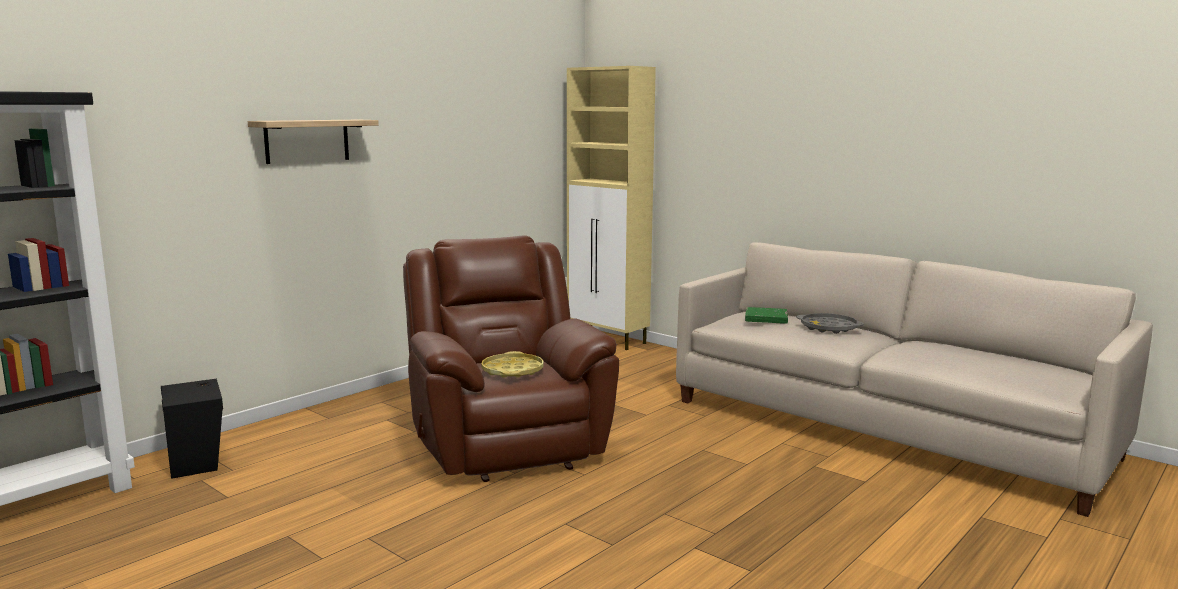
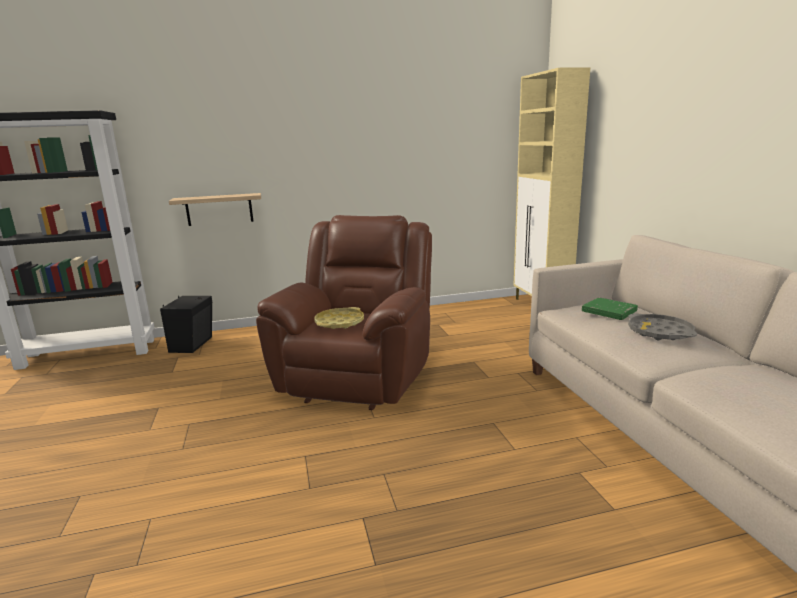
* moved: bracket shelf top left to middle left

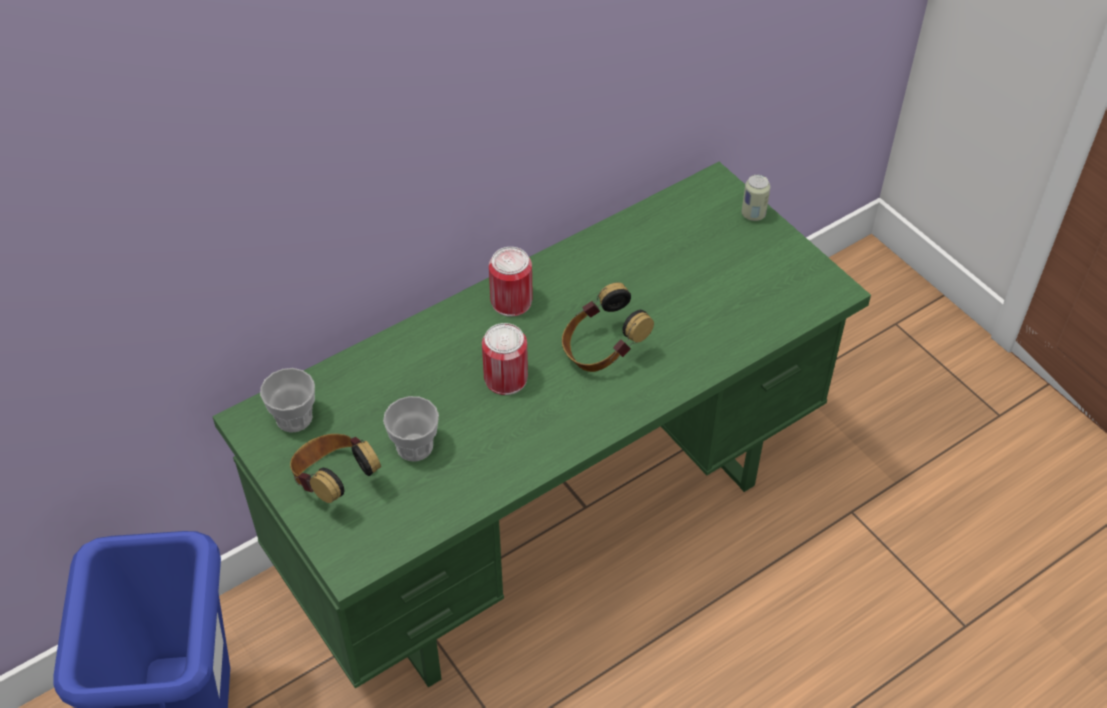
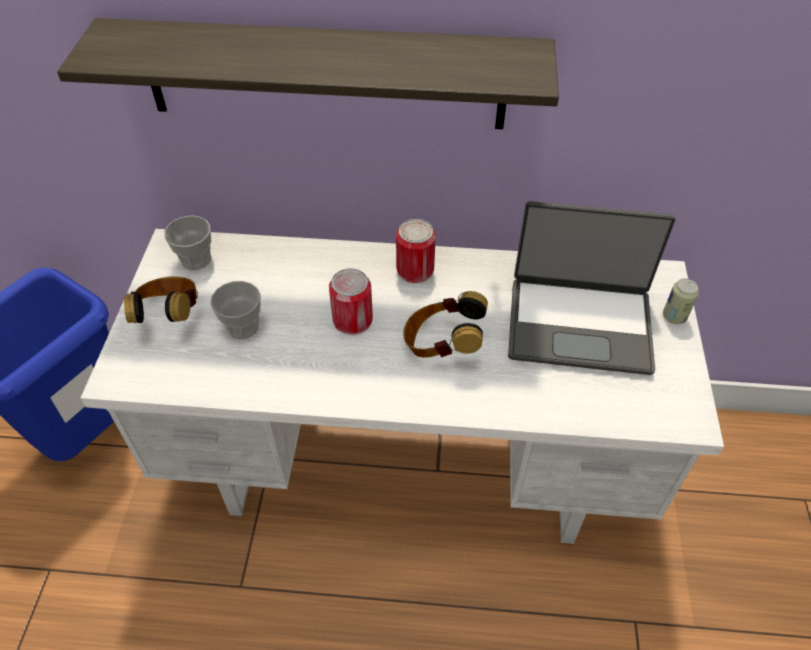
* recoloured: greenish desk table centre to white desk table centre
* added: bracket shelf top centre
* added: notebook computer middle right

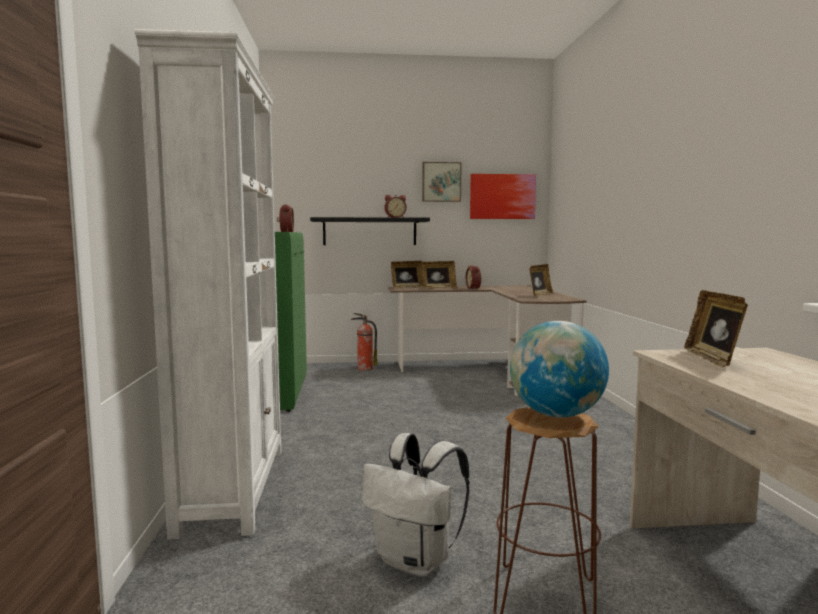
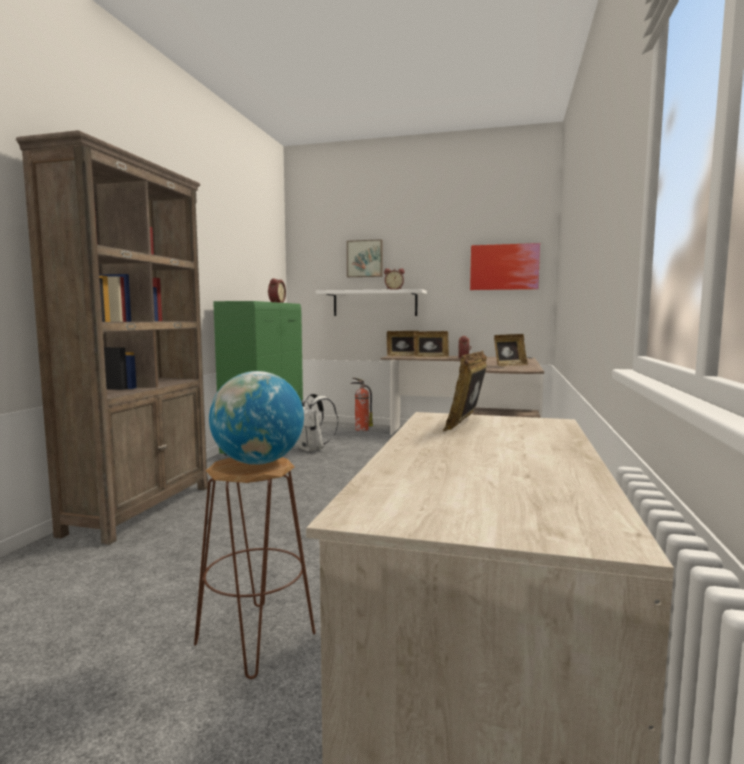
* recoloured: white bookcase middle left to brownish bookcase middle left
* moved: wall picture (1st from left) top centre to centre
* recoloured: black bracket shelf centre to white bracket shelf centre
* moved: white knapsack bottom centre to centre

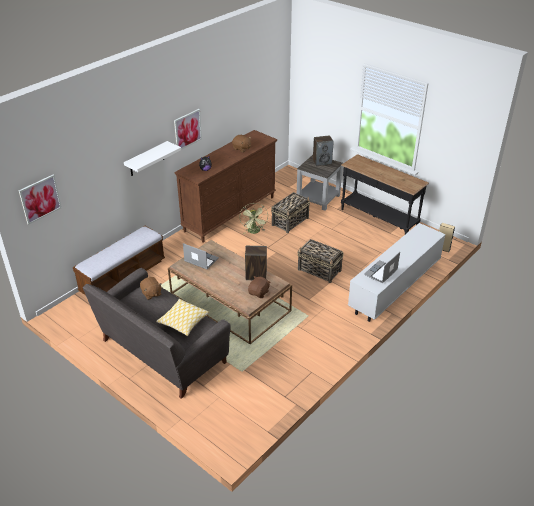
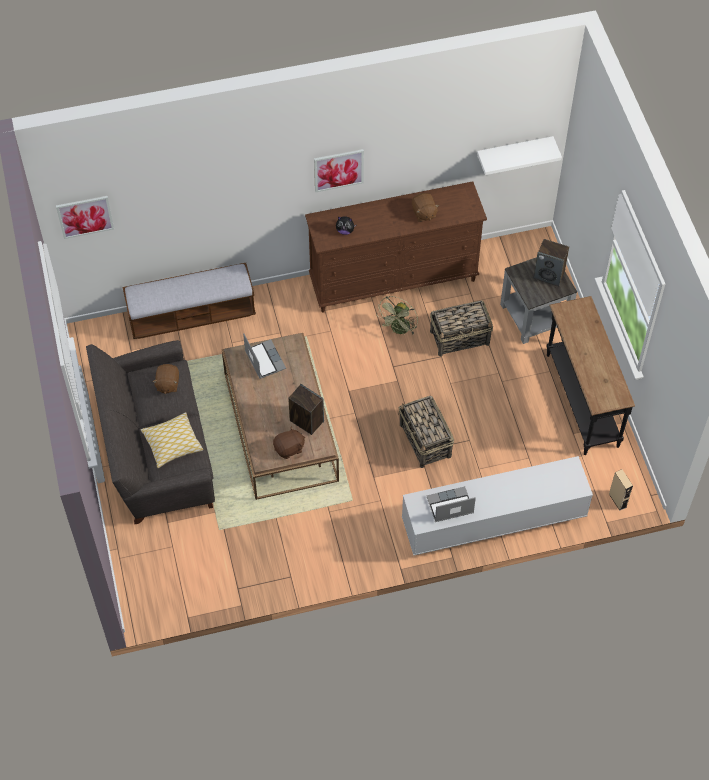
* moved: white bracket shelf top left to top right

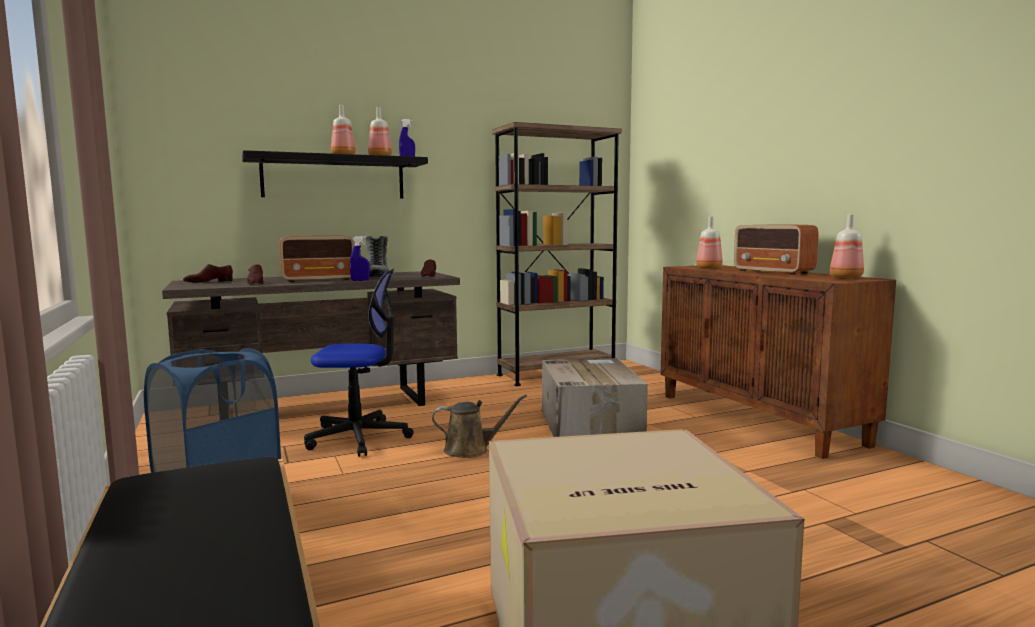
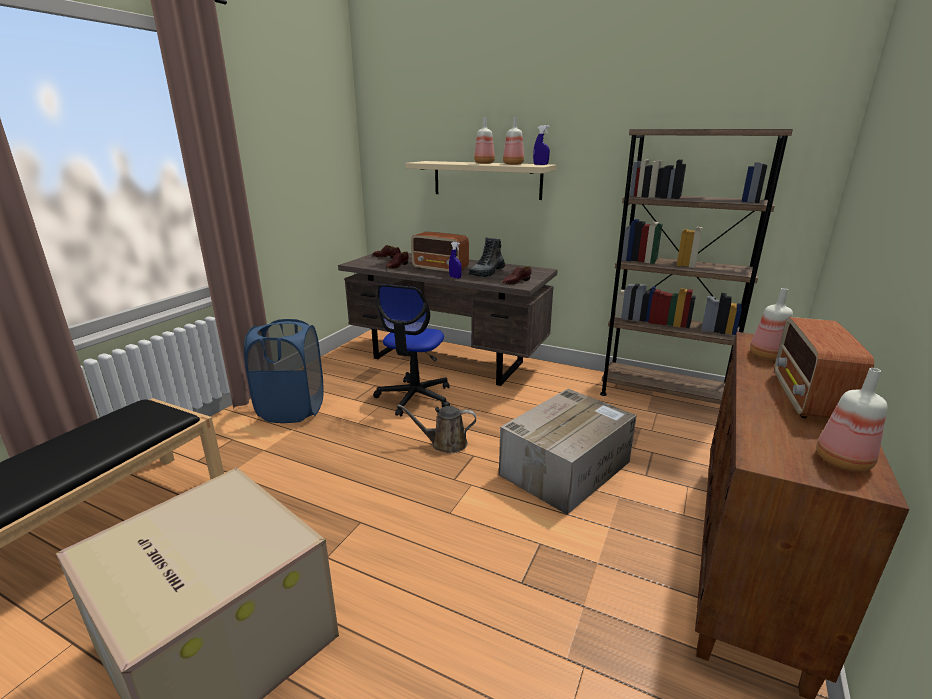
* recoloured: black bracket shelf top left to beige-coloured bracket shelf top centre
* turned: desk chair centre = centre 60 degrees clockwise
* turned: brownish watering pot bottom centre = centre 135 degrees clockwise

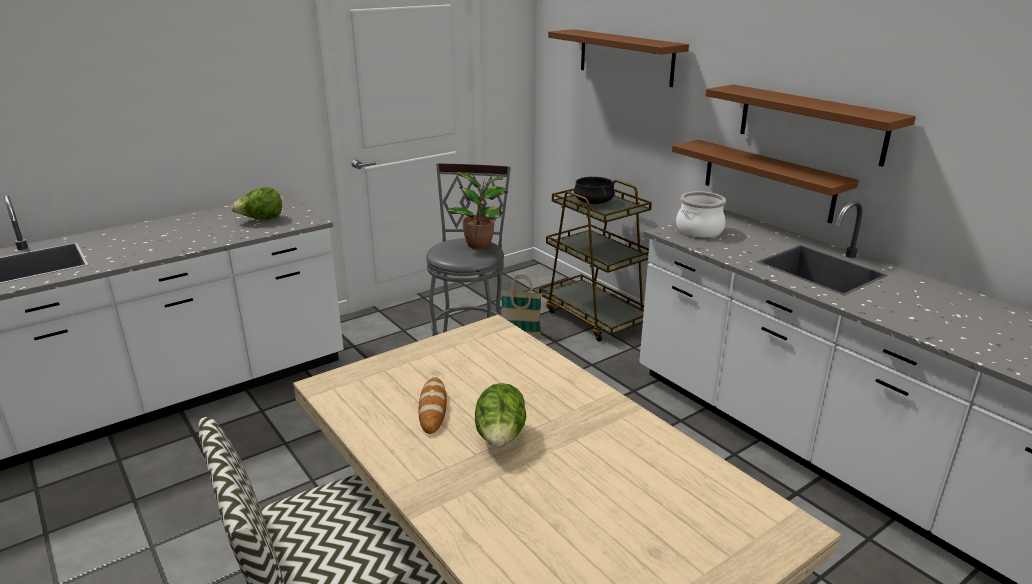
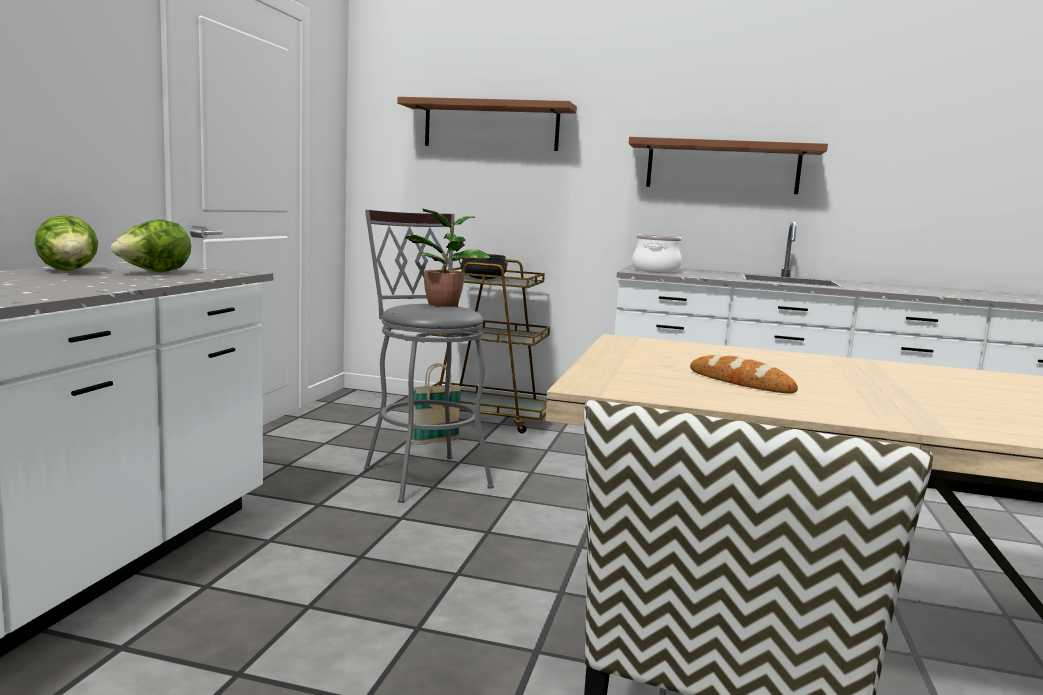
* removed: brownish bracket shelf (2nd from left) top right
* moved: lettuce (2nd from left in the first image) bottom centre to lettuce (1st from left) middle left

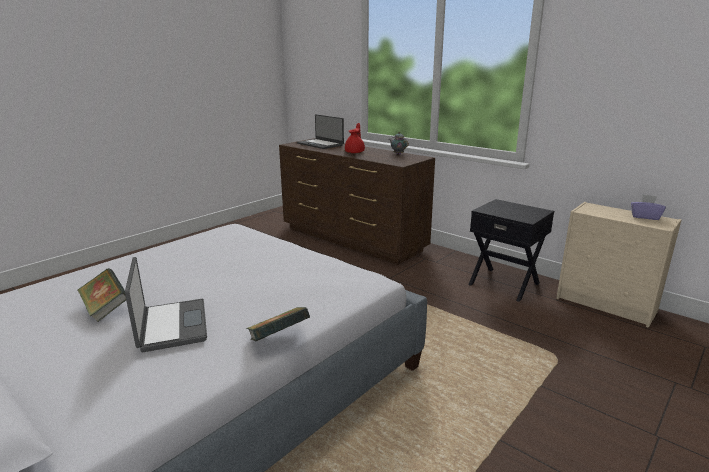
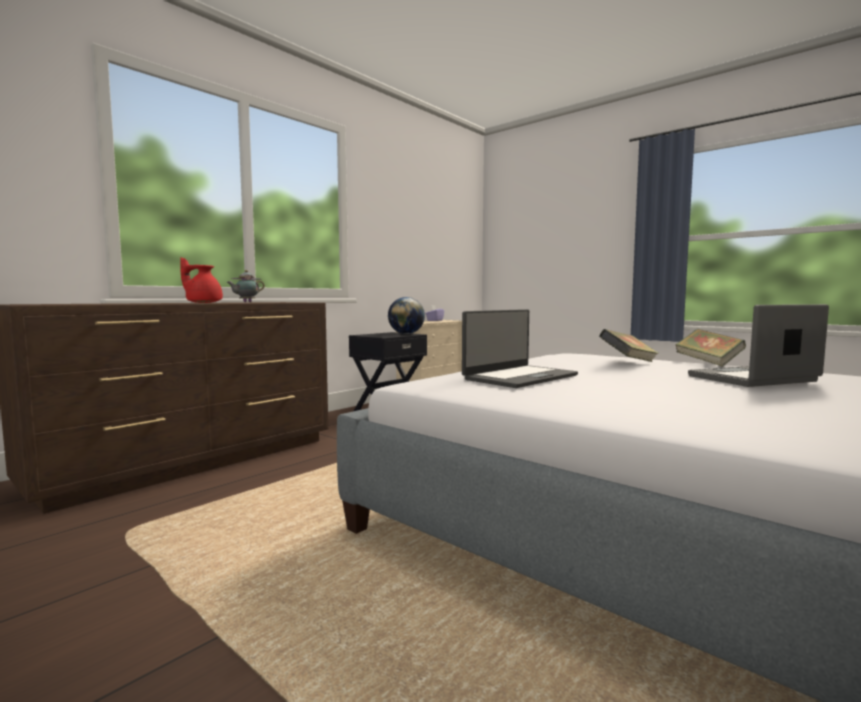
* moved: notebook computer (2nd from left in the first image) top centre to notebook computer (1st from left) centre
* moved: volume (1st from left) middle left to middle right
* added: desk globe centre

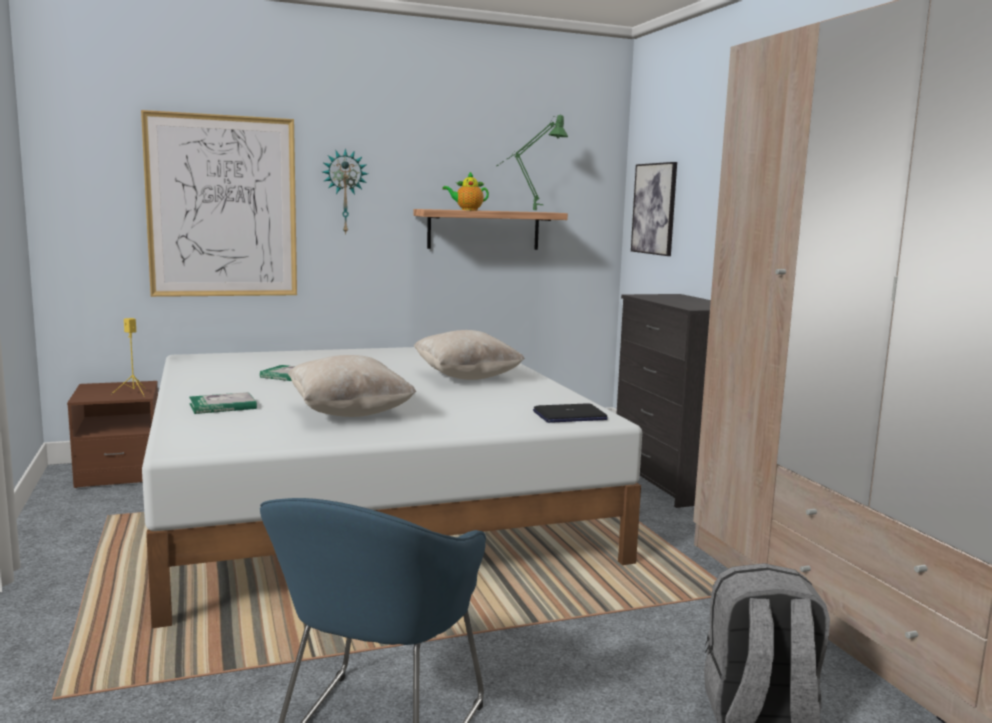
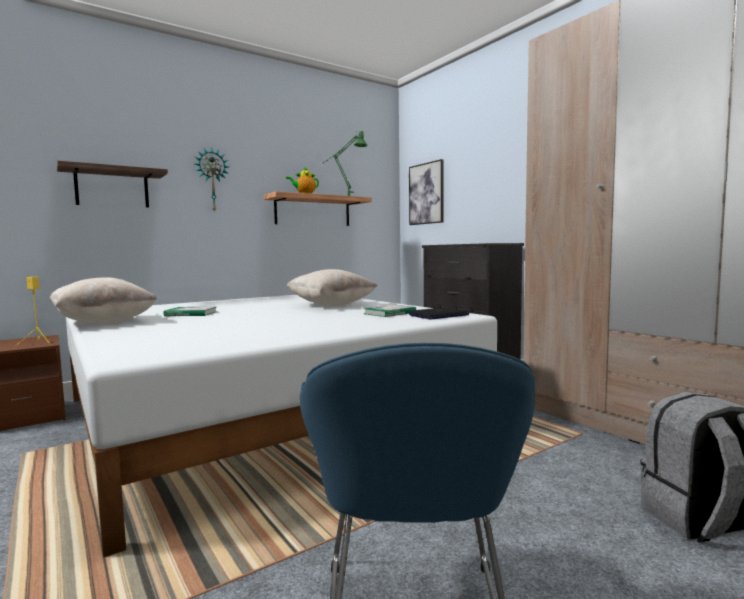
* replaced: wall picture (1st from left) top left to bracket shelf (1st from left) top left
* moved: beige-coloured cushion (1st from left) centre to middle left
* moved: volume (1st from left in the first image) middle left to volume (2nd from left) centre

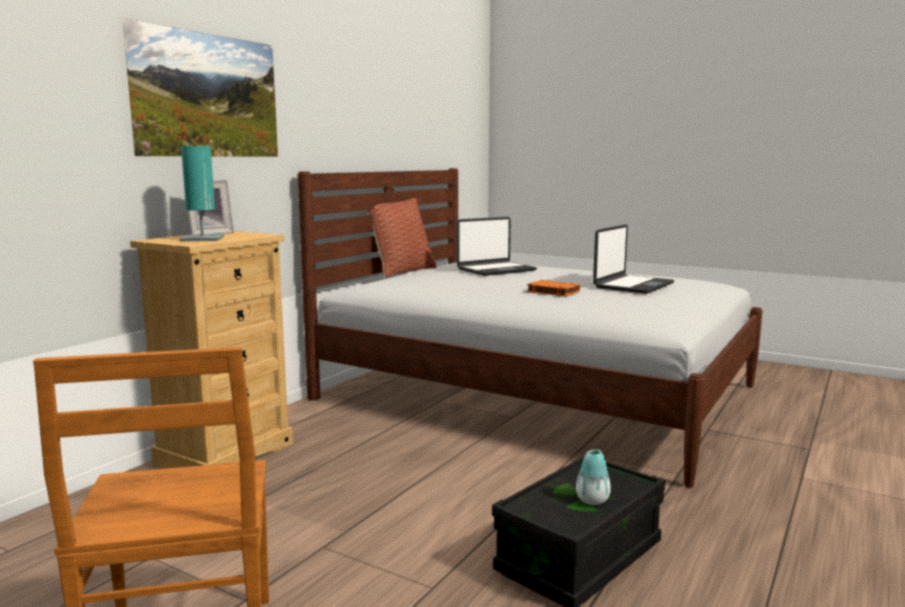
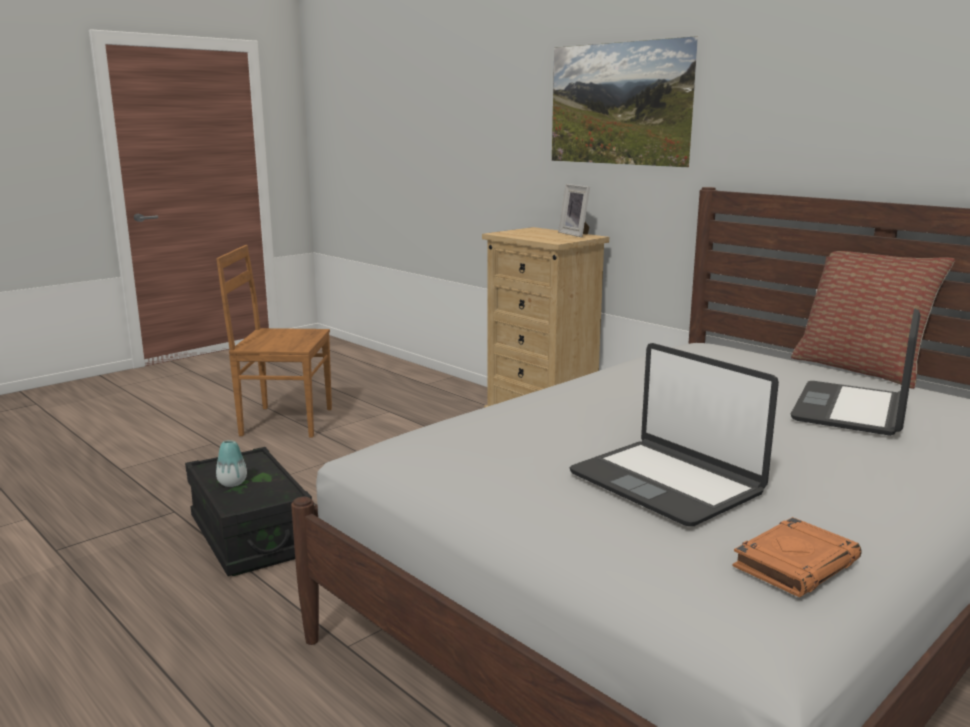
* removed: blue-green table lamp top left
* turned: notebook computer (1st from left in the first image) centre = middle right 45 degrees clockwise
* moved: orangey volume centre to bottom right

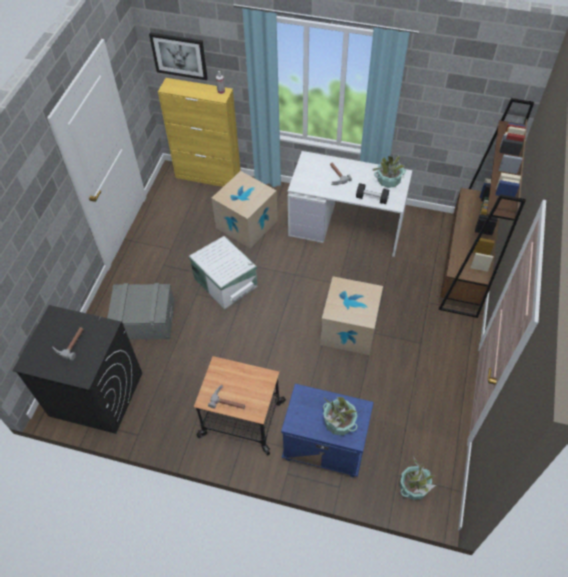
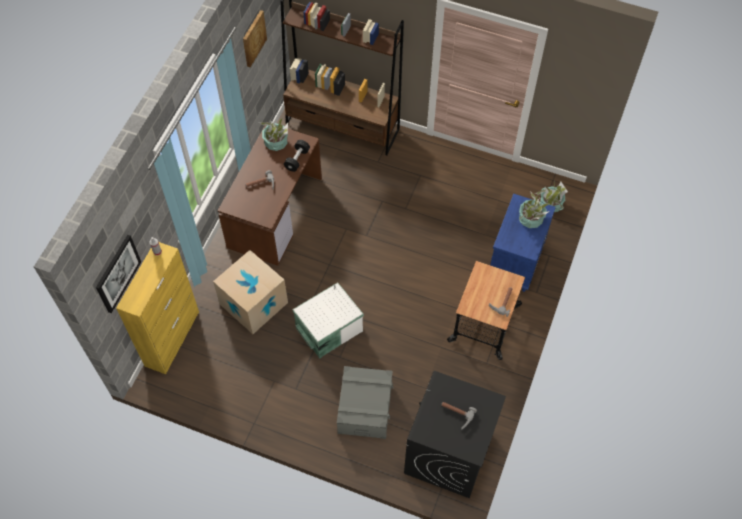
* recoloured: white desk table centre to brownish desk table centre
* removed: packing box (2nd from left) centre
* added: wall picture (2nd from left) top centre

